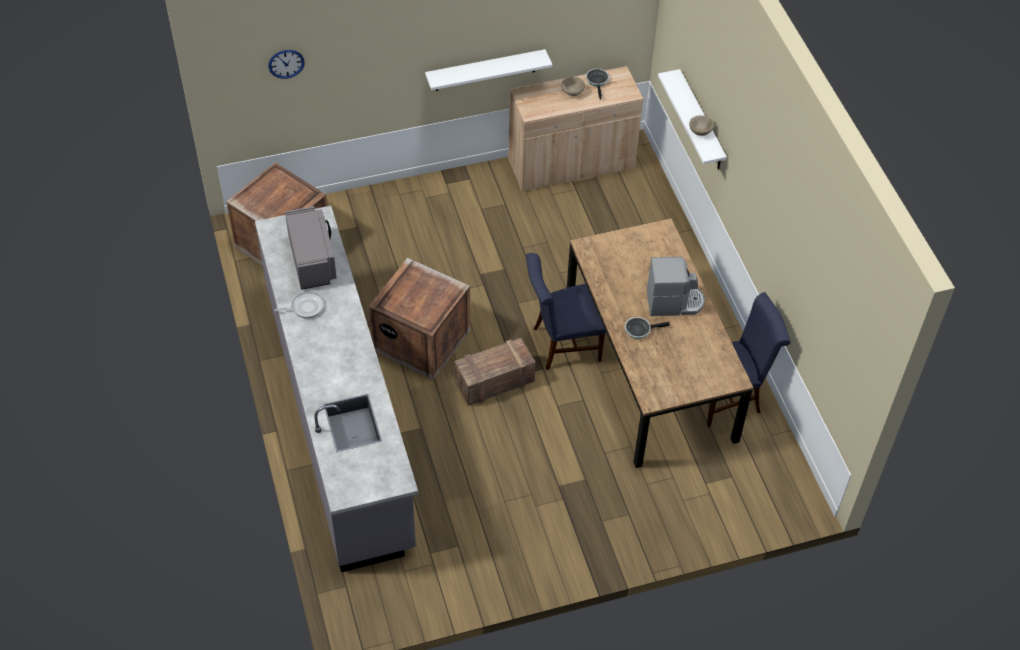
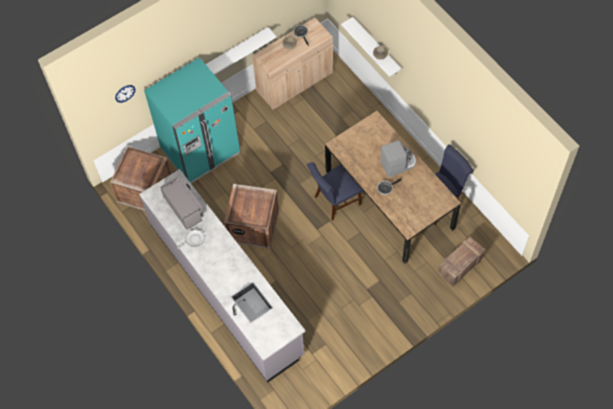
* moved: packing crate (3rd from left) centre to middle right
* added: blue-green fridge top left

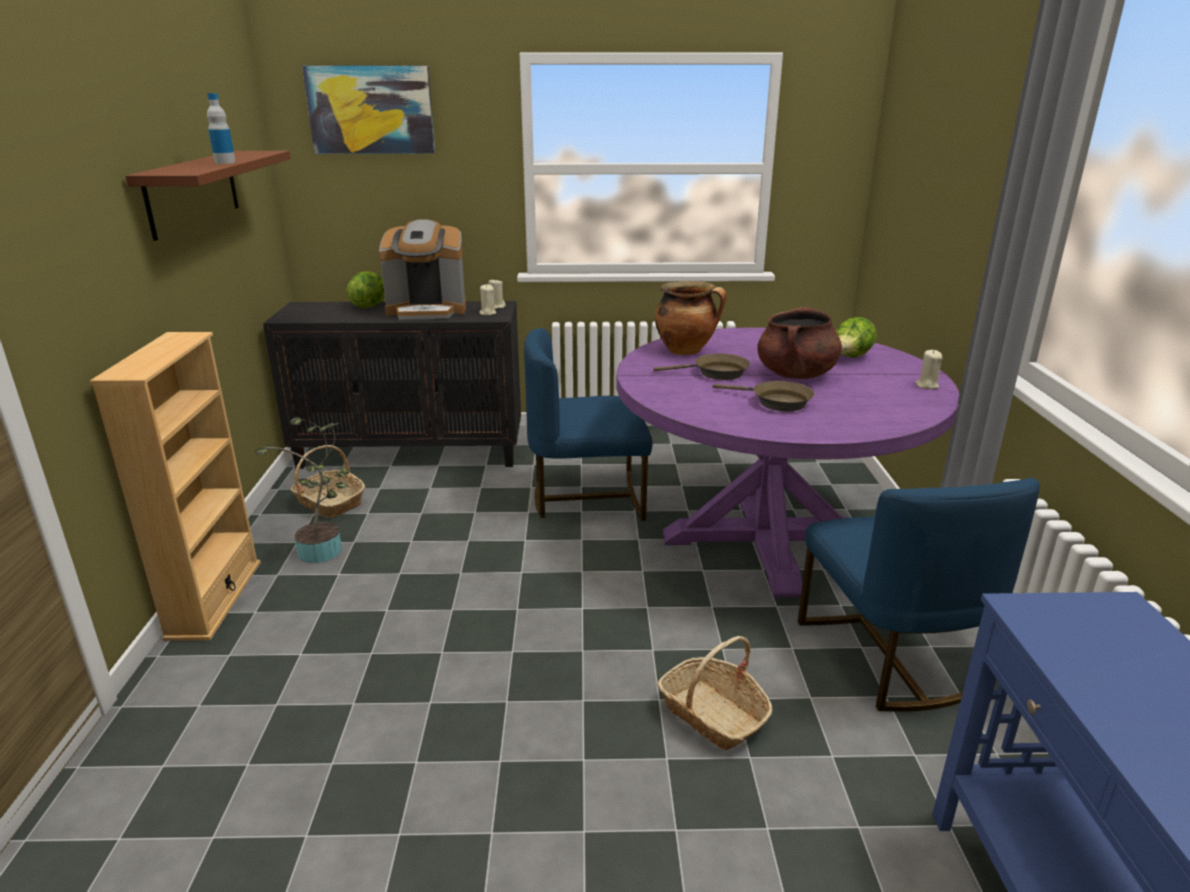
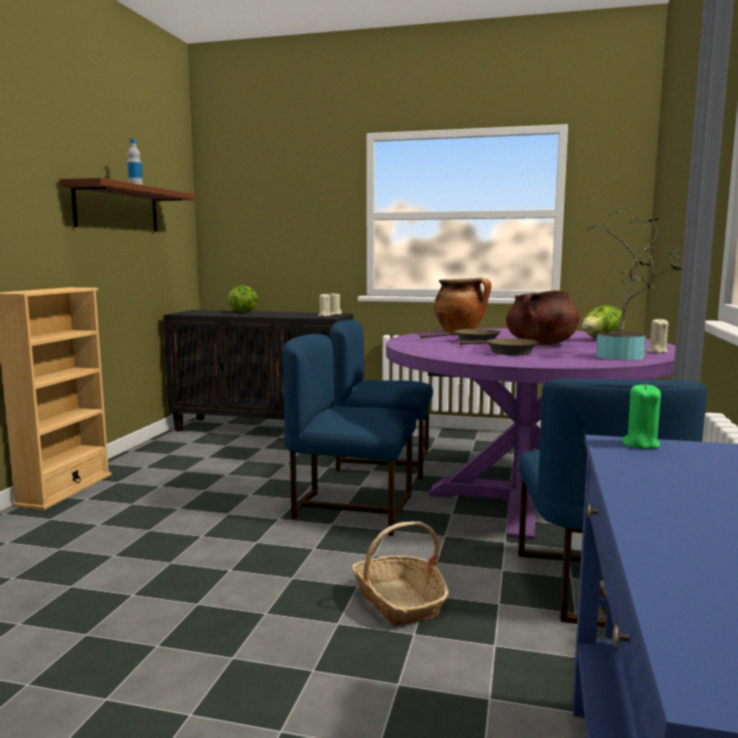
* removed: wall picture top left
* removed: coffee maker top centre
* moved: potted plant middle left to middle right
* removed: household basket (1st from left) middle left
* added: blue chair (1st from left) centre
* added: greenish candle middle right

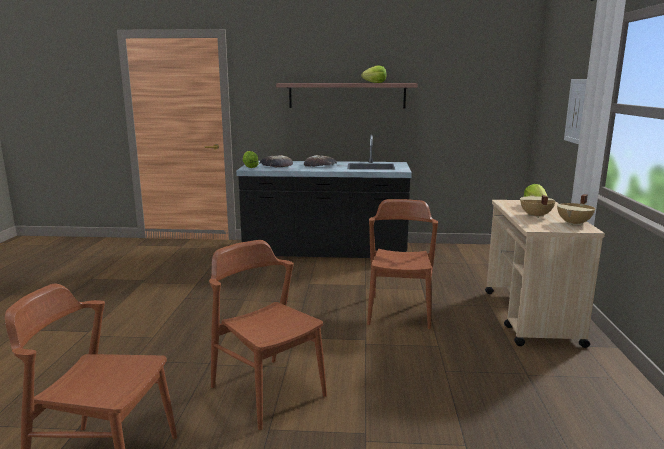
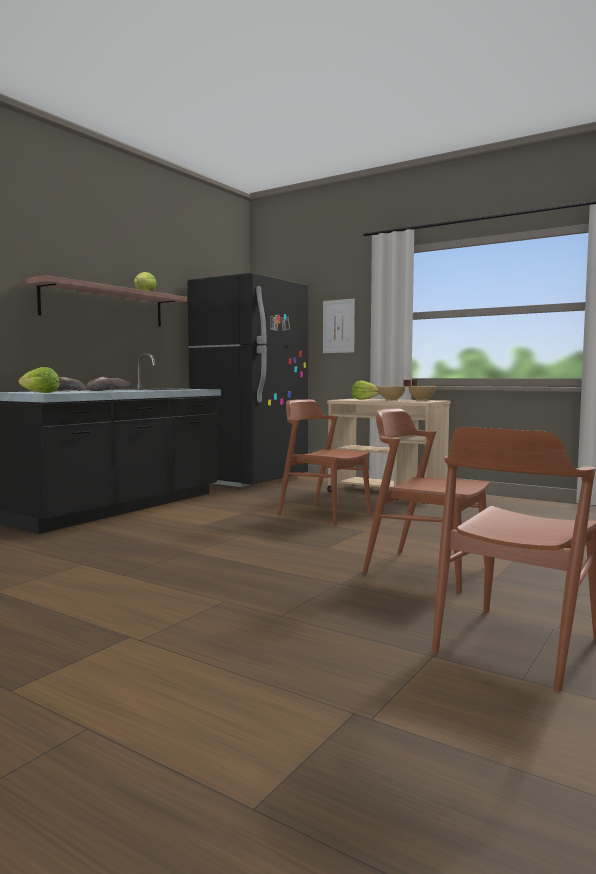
* turned: brownish chair (2nd from left) bottom centre = middle right 45 degrees clockwise
* added: black fridge centre

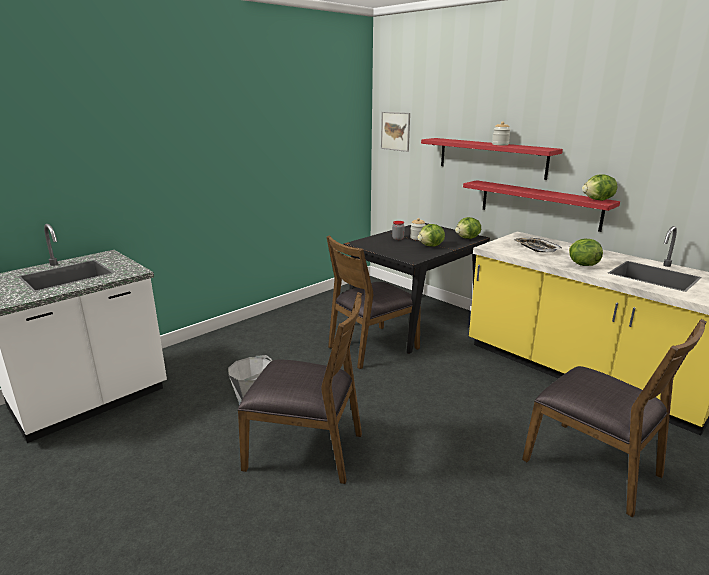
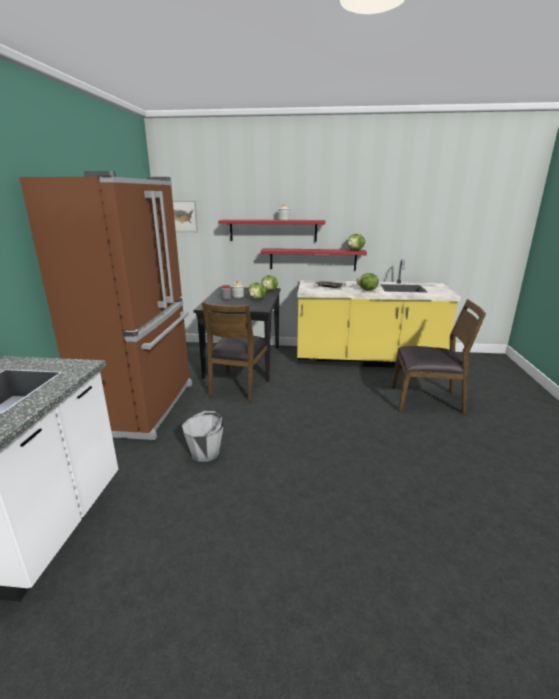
* removed: brownish chair (1st from left) bottom centre
* added: brownish fridge middle left

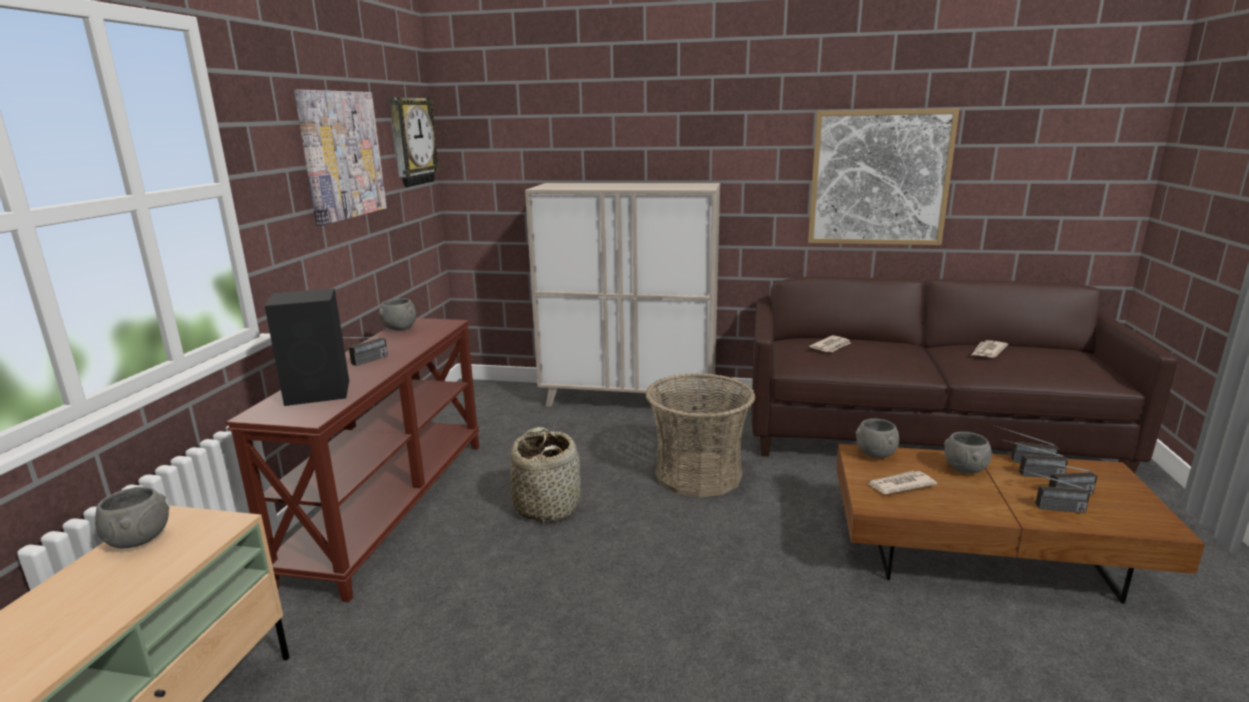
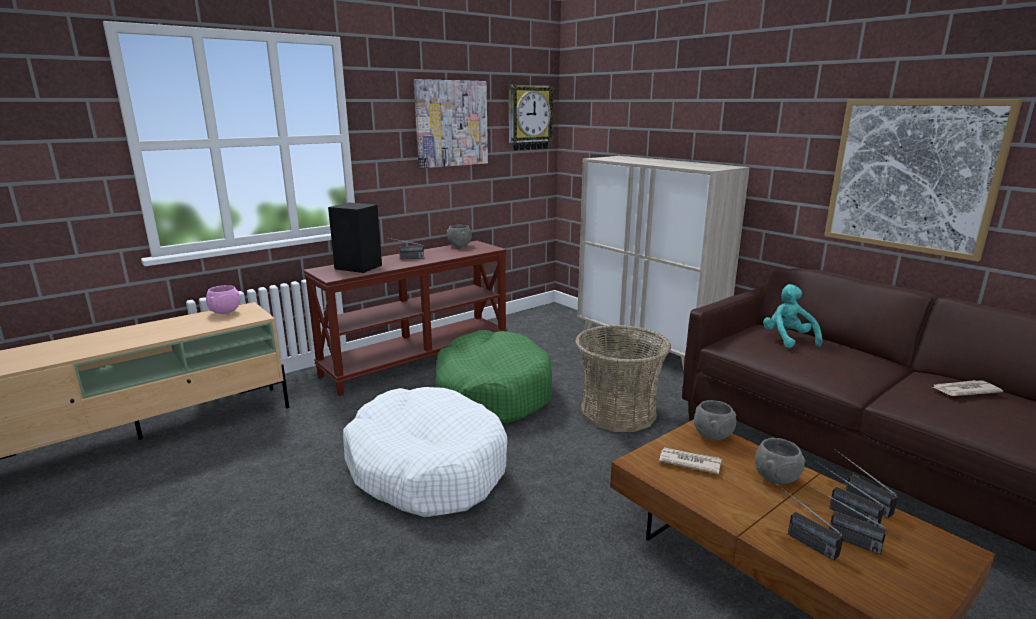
* replaced: newspaper (1st from left) centre to blue-green plush toy middle right
* replaced: household basket (1st from left) bottom centre to greenish dog cushion centre
* recoloured: gray deep dish (1st from left) bottom left to pink-coloured deep dish middle left
* added: white dog cushion bottom centre

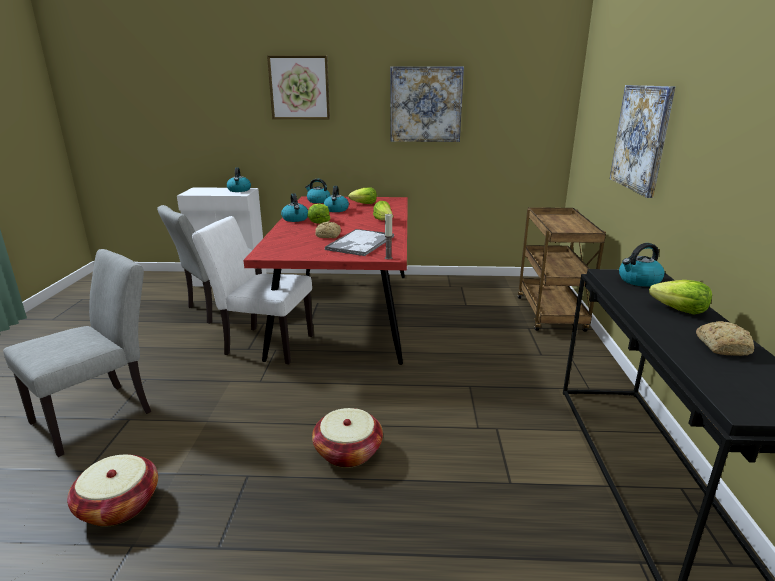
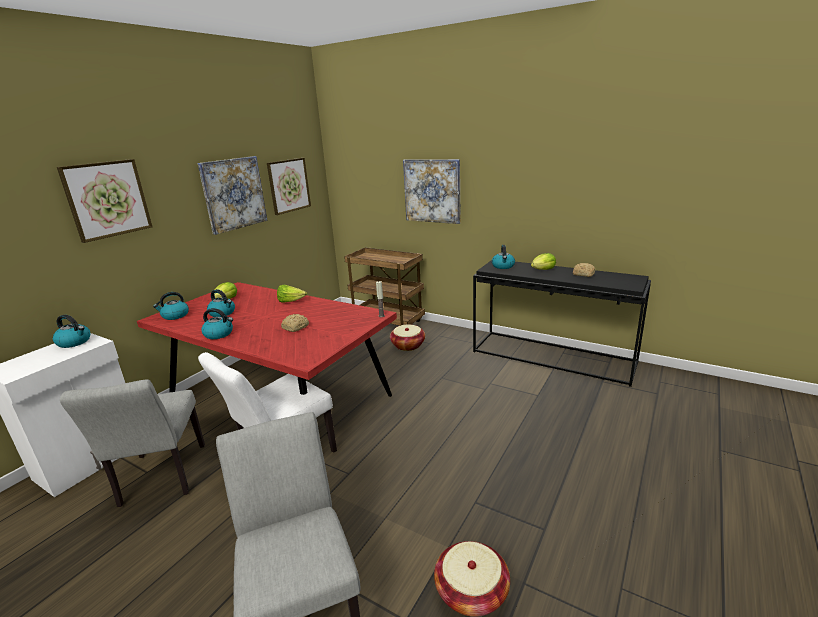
* removed: lettuce (1st from left) centre
* removed: serving tray centre
* moved: household basket (2nd from left in the first image) bottom centre to household basket (1st from left) centre
* added: wall picture (3rd from left) top centre

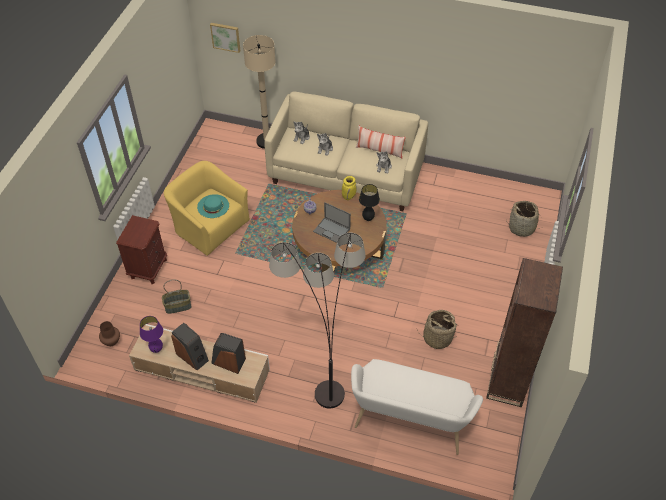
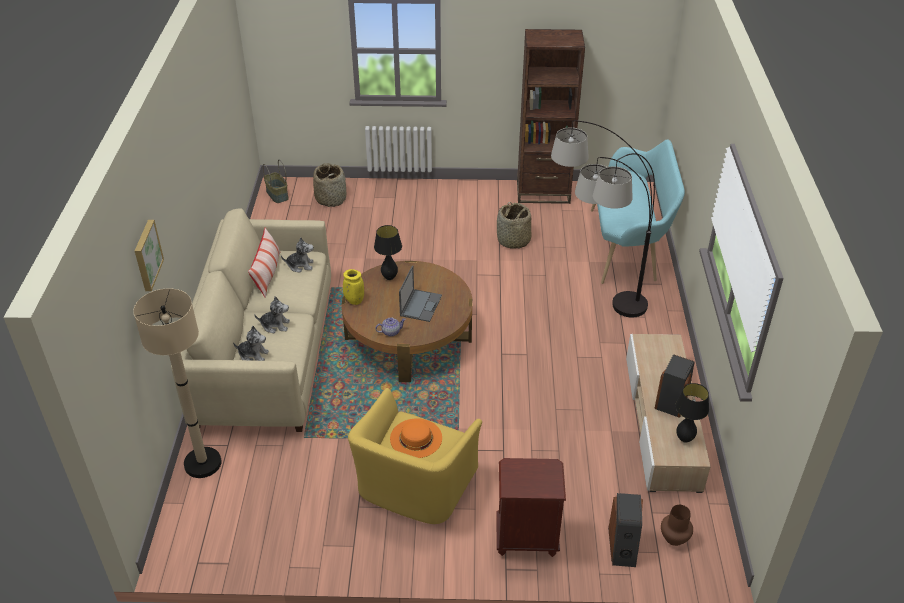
* moved: wall picture top centre to middle left
* recoloured: blue-green clothing hat middle left to orangey clothing hat bottom centre
* moved: household basket (1st from left) middle left to top left
* recoloured: purplish table lamp bottom left to black table lamp (2nd from left) bottom right
* moved: speaker (2nd from left in the first image) bottom centre to speaker (1st from left) bottom right
* recoloured: white indoor bench bottom centre to blue-green indoor bench middle right

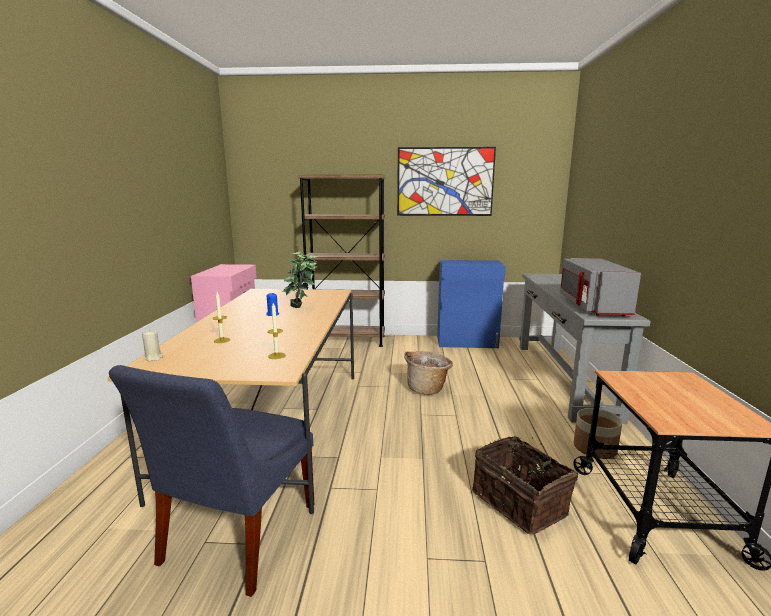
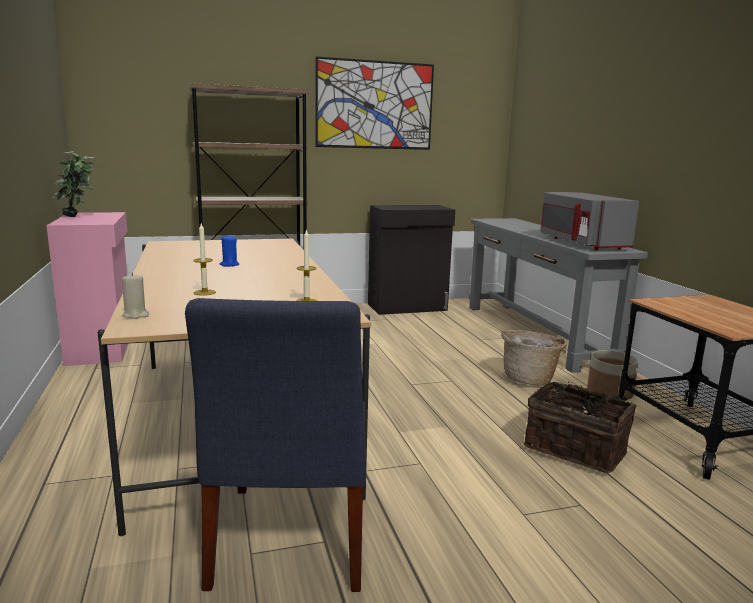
* moved: potted plant centre to top left
* recoloured: blue storage cabinet centre to black storage cabinet centre
* moved: household basket (1st from left) centre to middle right

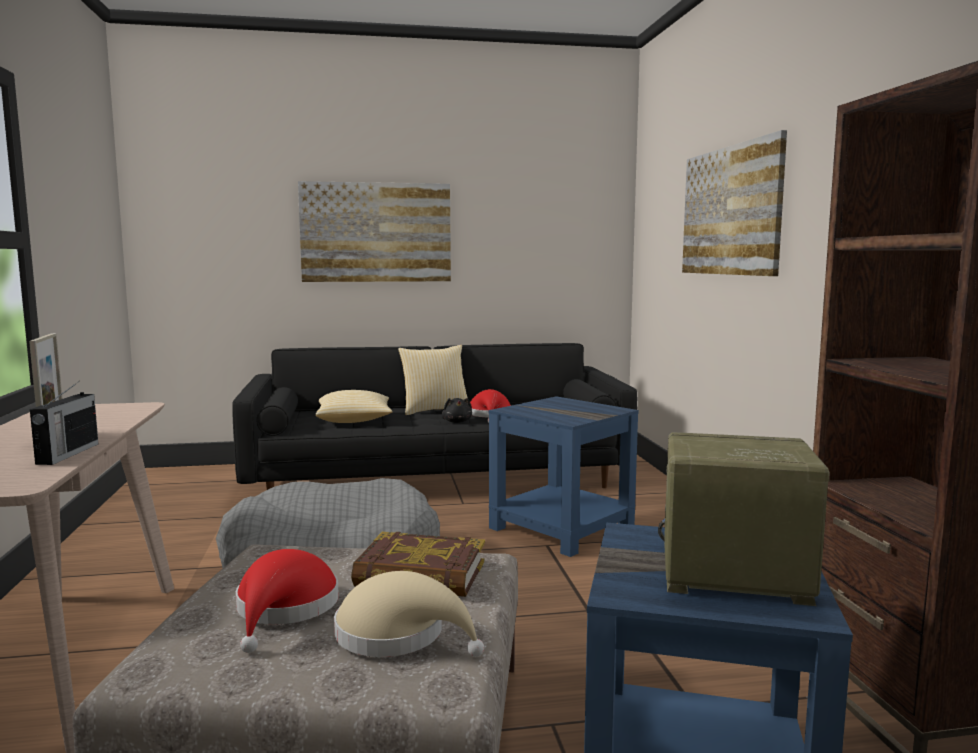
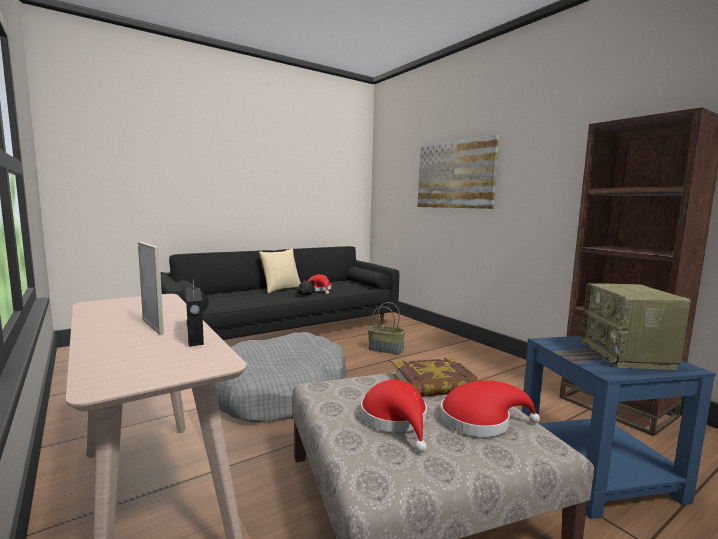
* removed: wall picture (1st from left) top centre
* removed: cushion (1st from left) centre
* replaced: blue side table (1st from left) centre to household basket centre
* turned: radio set (2nd from left) bottom right = middle right 75 degrees counterclockwise
* recoloured: beige-coloured clothing hat bottom centre to red-coloured clothing hat (3rd from left) bottom right

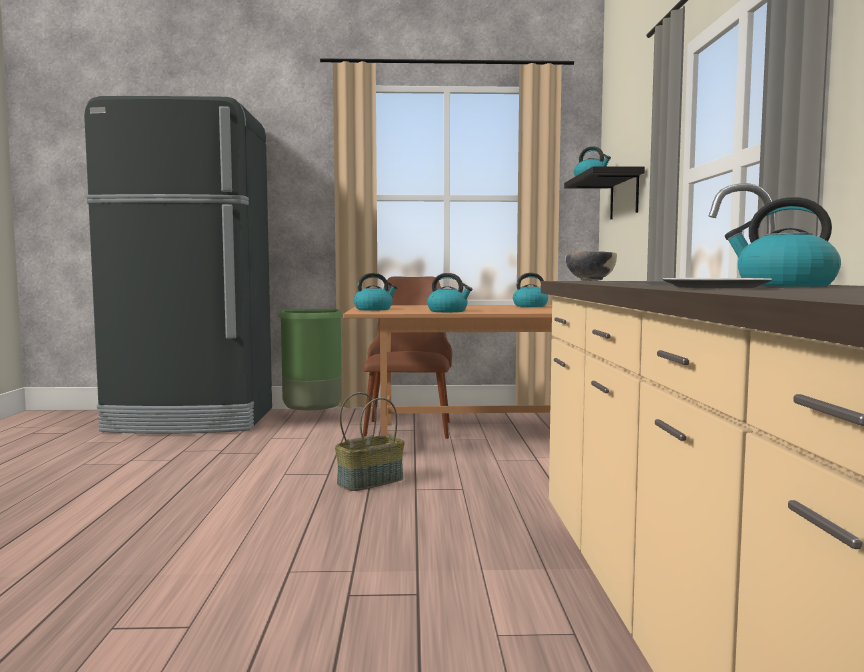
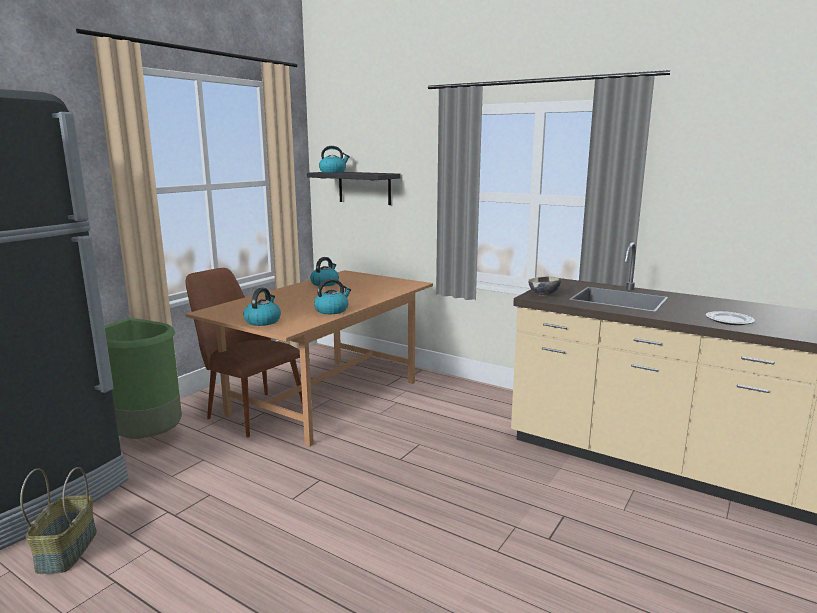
* removed: water kettle (5th from left) middle right
* moved: household basket centre to bottom left

